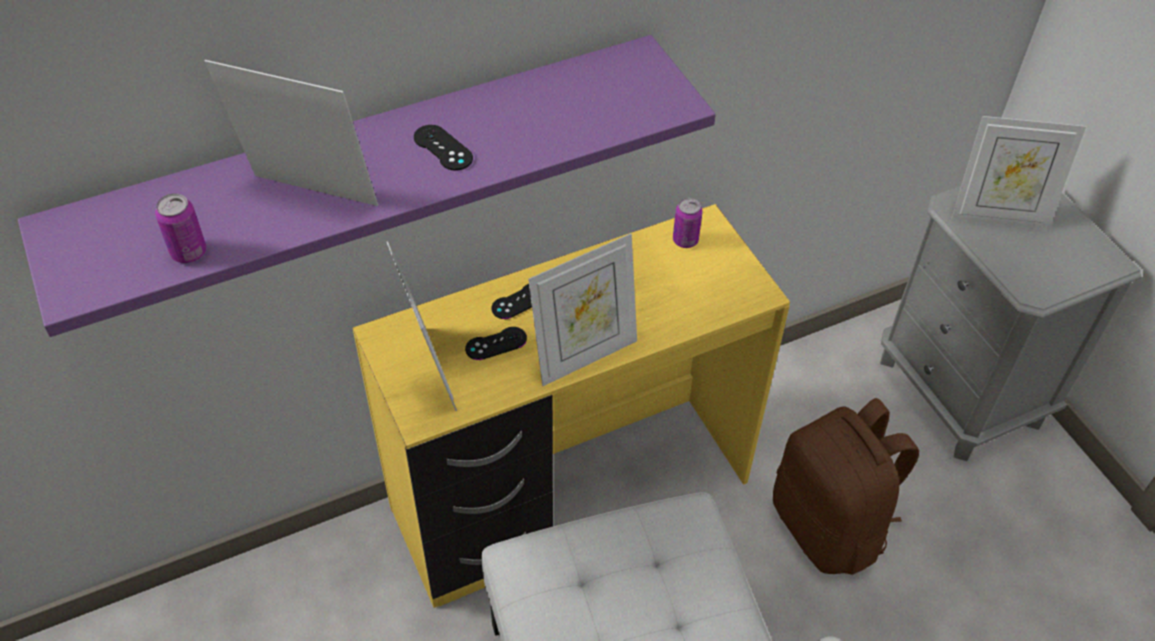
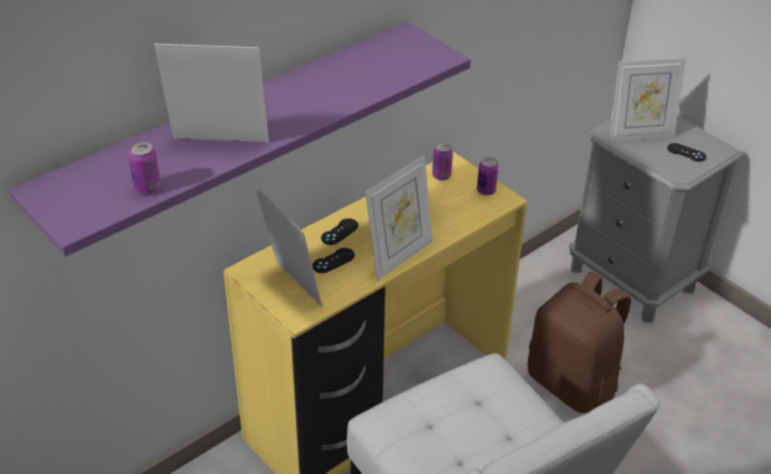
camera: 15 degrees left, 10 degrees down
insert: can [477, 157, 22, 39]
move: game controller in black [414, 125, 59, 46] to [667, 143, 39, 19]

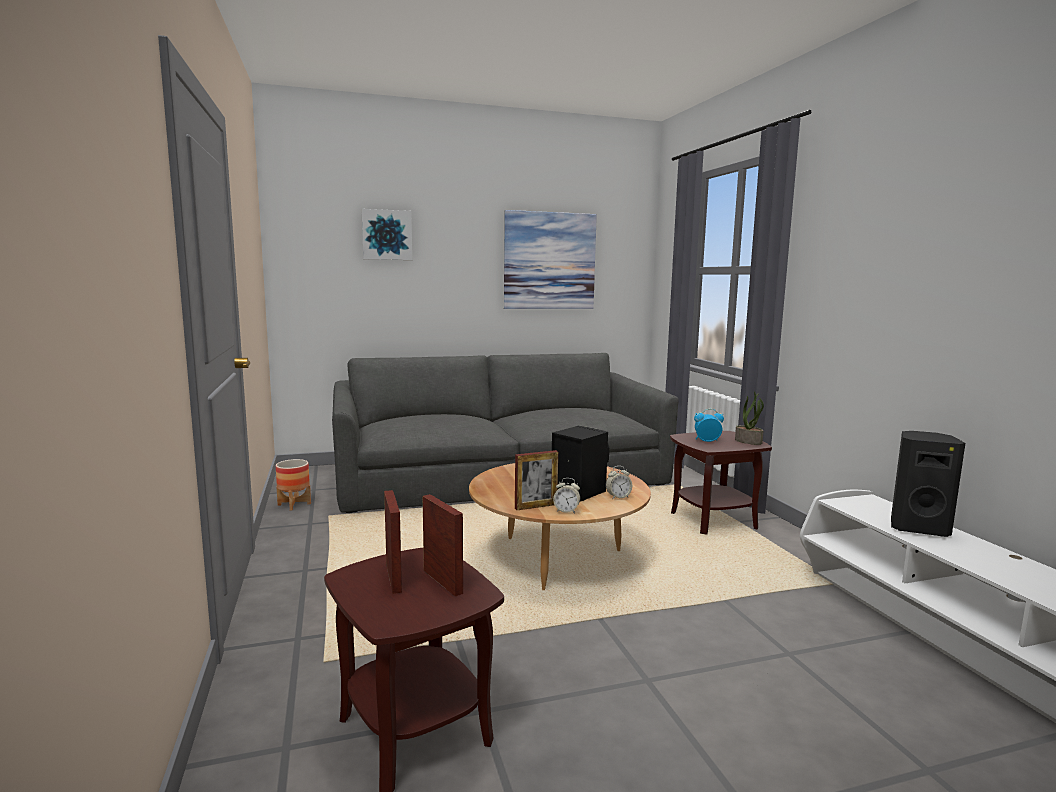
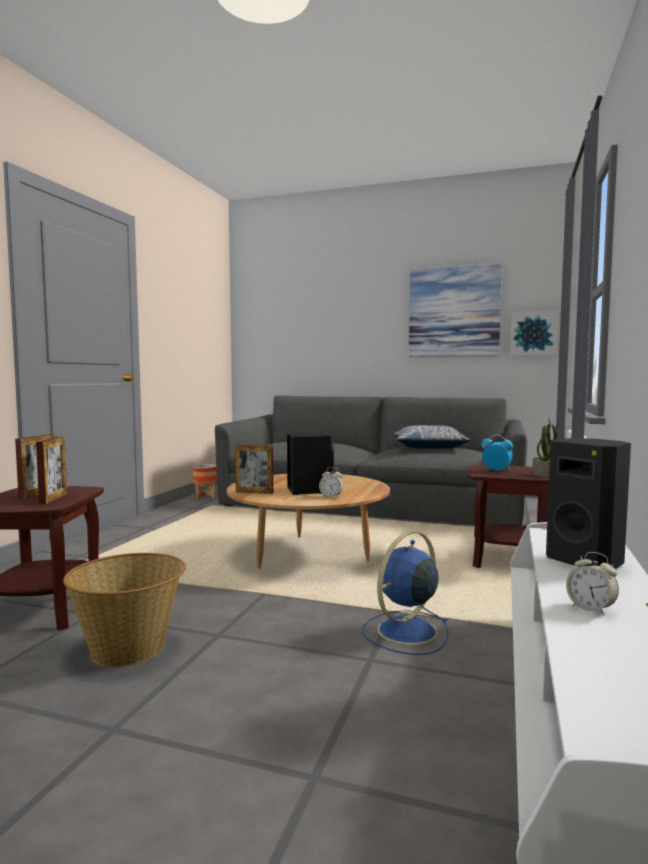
camera: 35 degrees right, 5 degrees down
insert: basket [63, 553, 123, 114]; fan in blue [362, 531, 86, 124]; pillow [394, 425, 77, 24]
move: picture [361, 209, 51, 51] to [510, 311, 48, 45]; alarm clock [553, 478, 27, 35] to [566, 552, 53, 64]

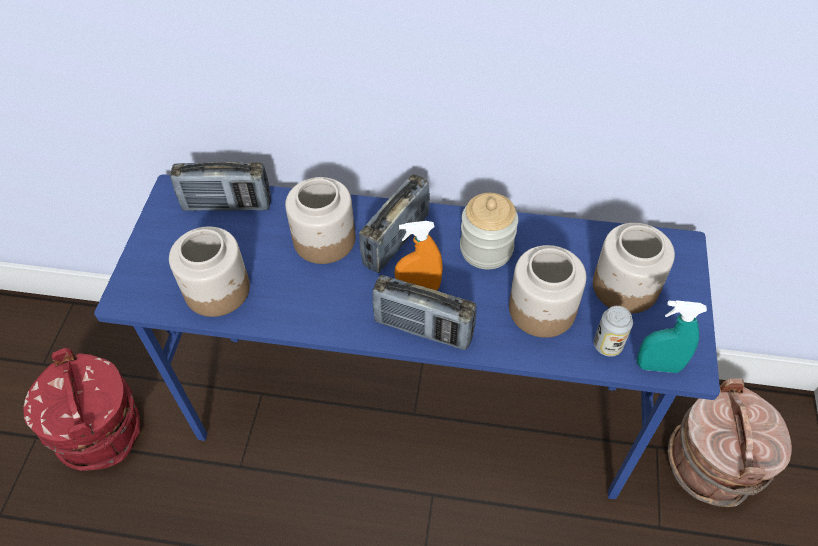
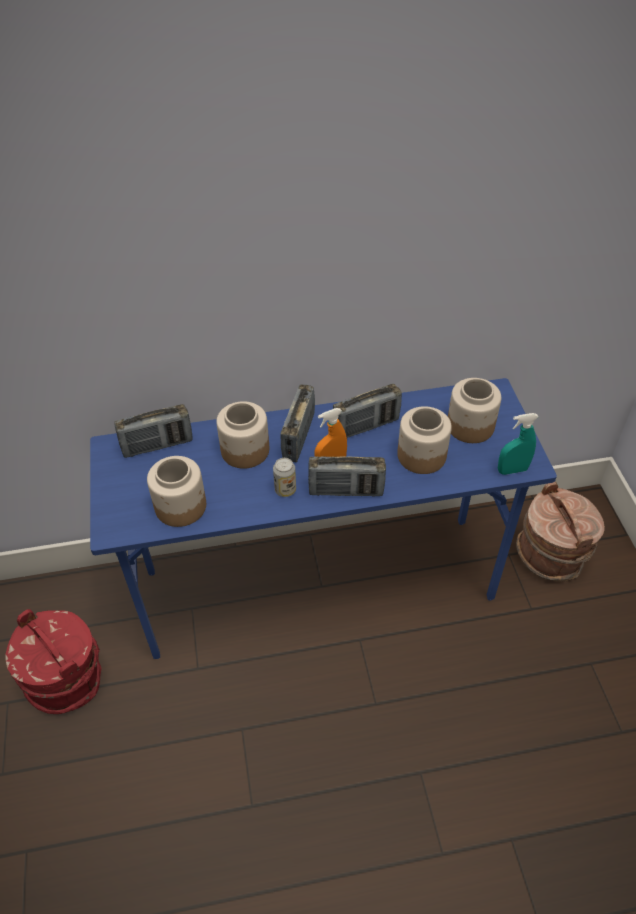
camera: 20 degrees left, 5 degrees down
move: can [594, 306, 39, 51] to [273, 458, 23, 39]
replace: jar [460, 193, 58, 77] to radio [333, 384, 69, 54]

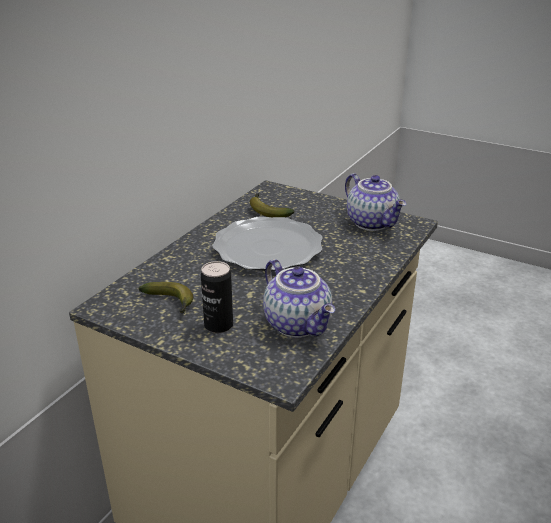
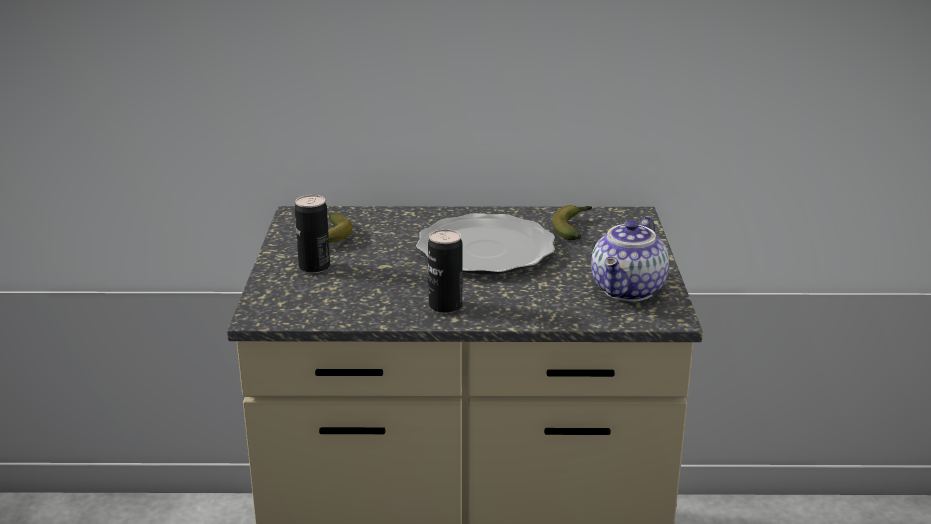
camera: 60 degrees right, 5 degrees down
delete: teapot [263, 259, 72, 79]
insert: can [428, 229, 34, 84]

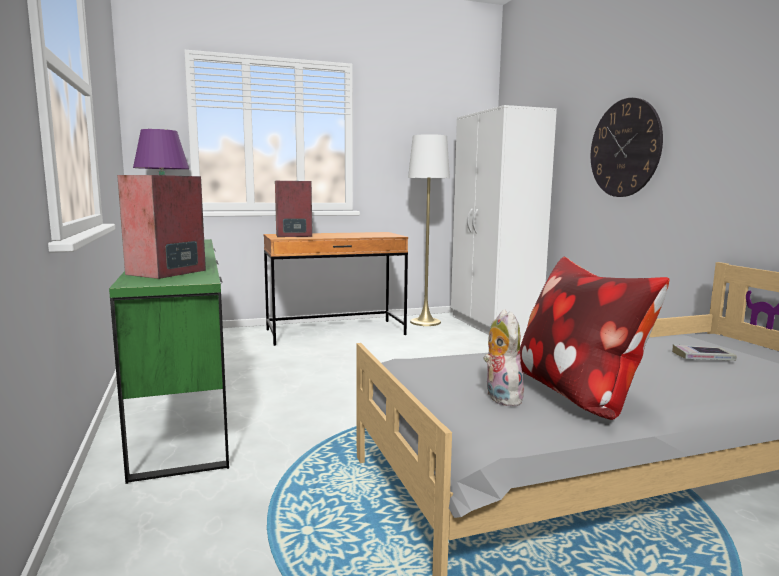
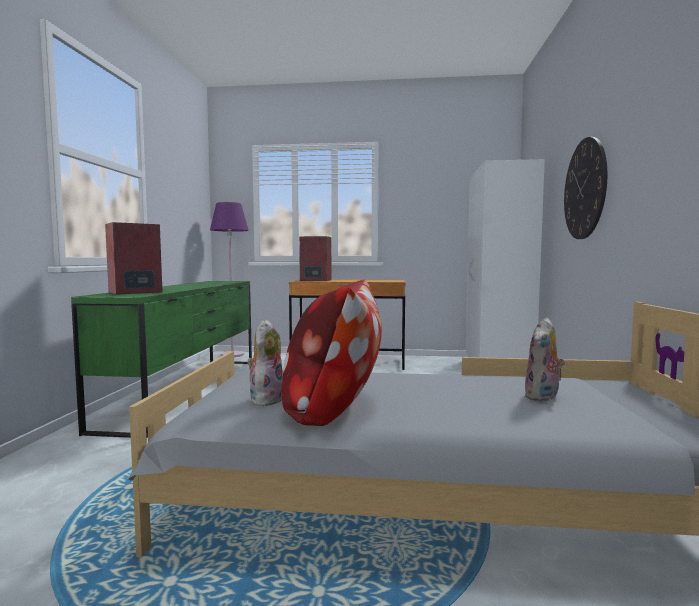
camera: 25 degrees right, 5 degrees down
delete: floor lamp in white [408, 134, 42, 192]
replace: book [672, 344, 64, 17] to plush toy [524, 318, 41, 84]

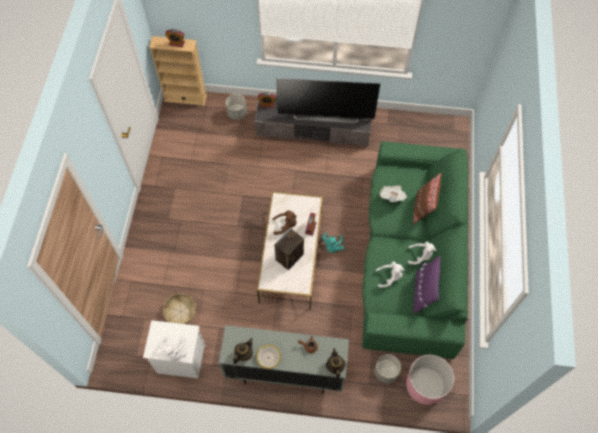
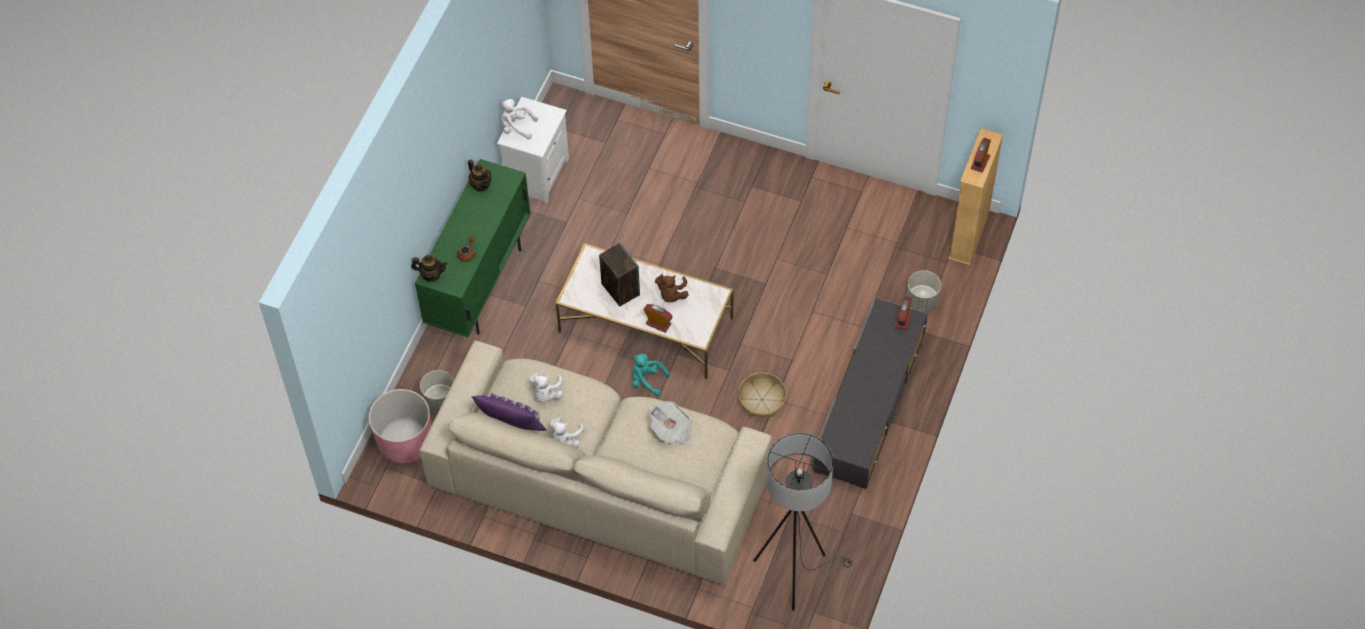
camera: 105 degrees right, 5 degrees down
delete: bowl [256, 345, 25, 24]; television [276, 78, 104, 45]; pillow in brown [413, 173, 29, 52]
insert: floor lamp in grey [753, 433, 99, 178]
move: basket [163, 293, 33, 31] to [738, 373, 49, 44]
recolor: cabinet in grey [219, 325, 130, 68] to cabinet in green [415, 159, 116, 178]; sofa in green [362, 141, 106, 218] to sofa in beige [419, 341, 353, 244]

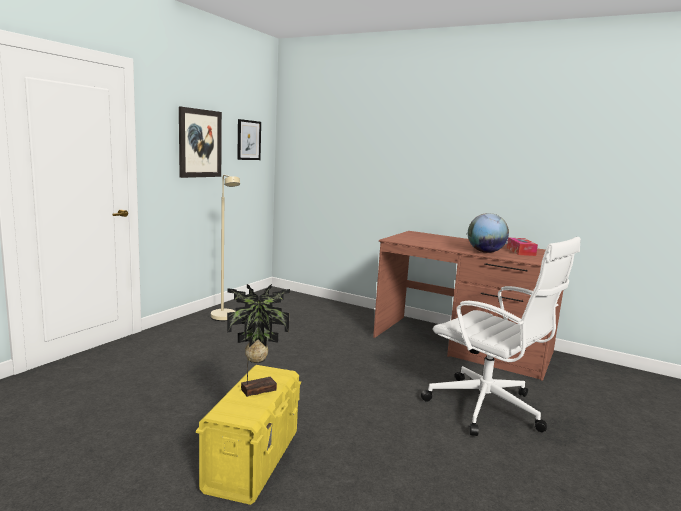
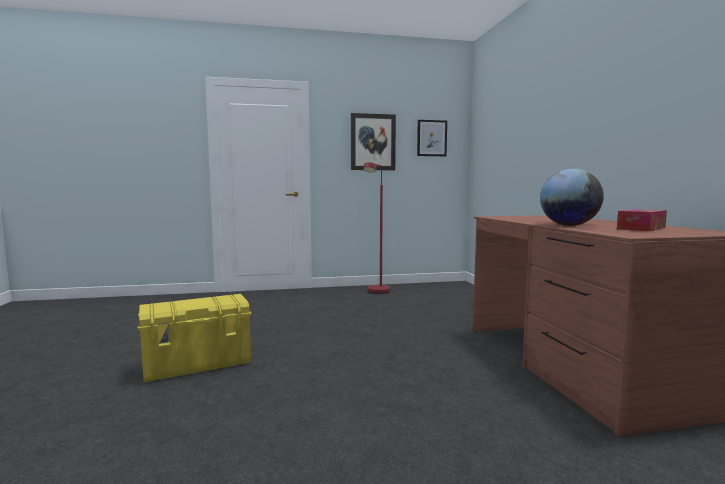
camera: 50 degrees right, 5 degrees down
delete: potted plant [227, 284, 63, 113]; office chair in white [421, 237, 160, 199]
recolor: floor lamp in beige [211, 175, 29, 146] to floor lamp in red [363, 162, 27, 132]

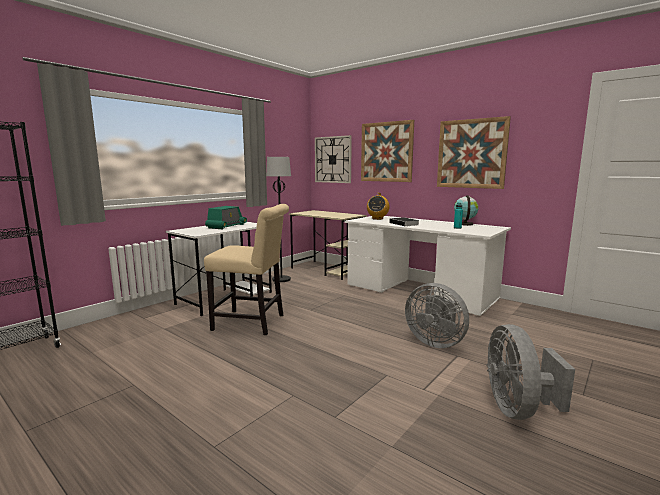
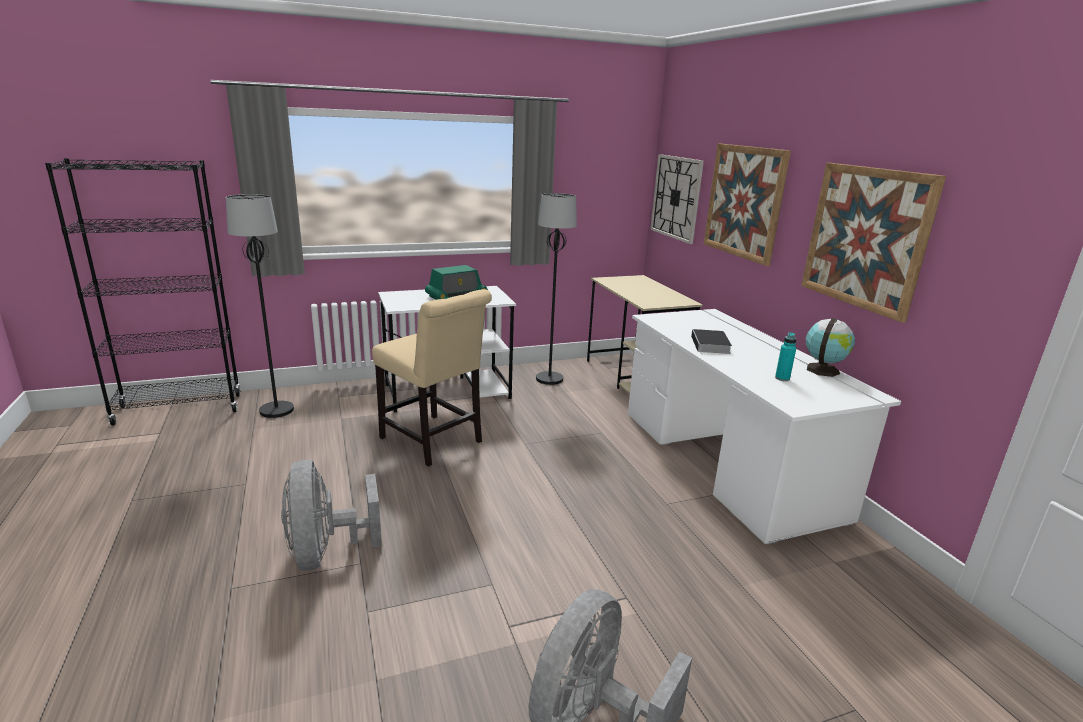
camera: 30 degrees right, 10 degrees up
delete: radio [367, 193, 22, 27]
insert: floor lamp in black [226, 194, 68, 224]
move: fan in grey [405, 283, 64, 65] to [281, 460, 101, 110]

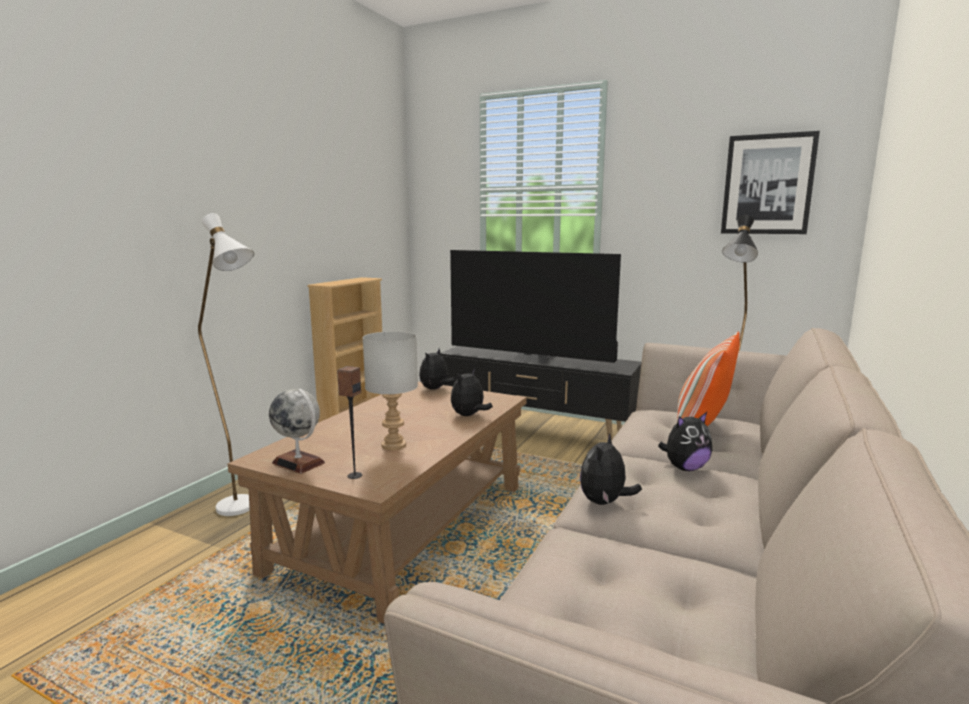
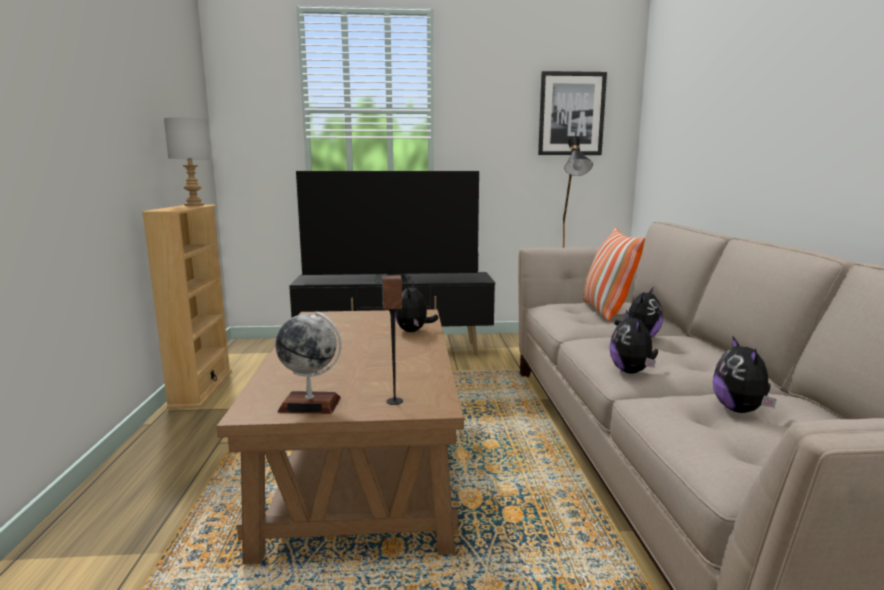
camera: 30 degrees left, 0 degrees up
delete: floor lamp in white [198, 213, 56, 303]
move: table lamp in grey [363, 331, 55, 119] to [164, 118, 46, 88]; plush toy [419, 349, 37, 41] to [713, 336, 64, 77]

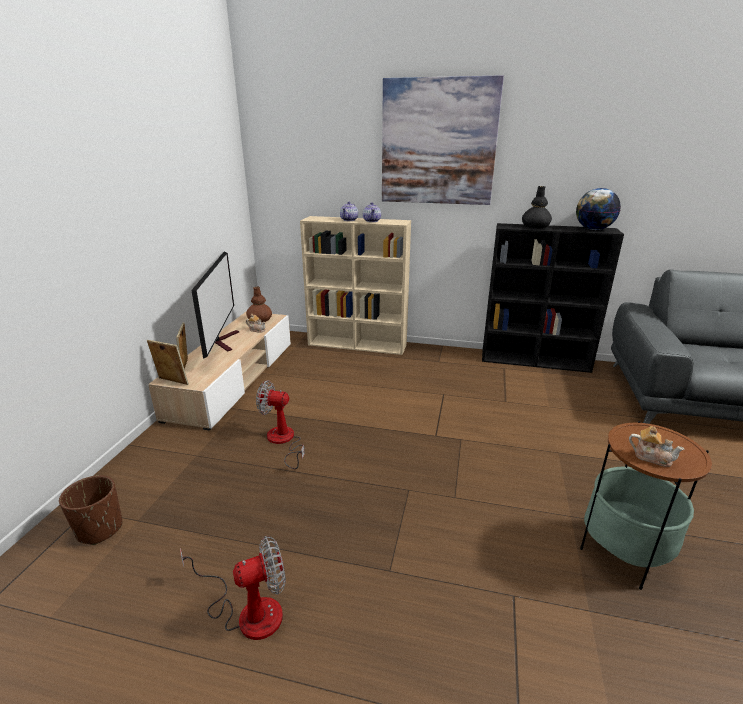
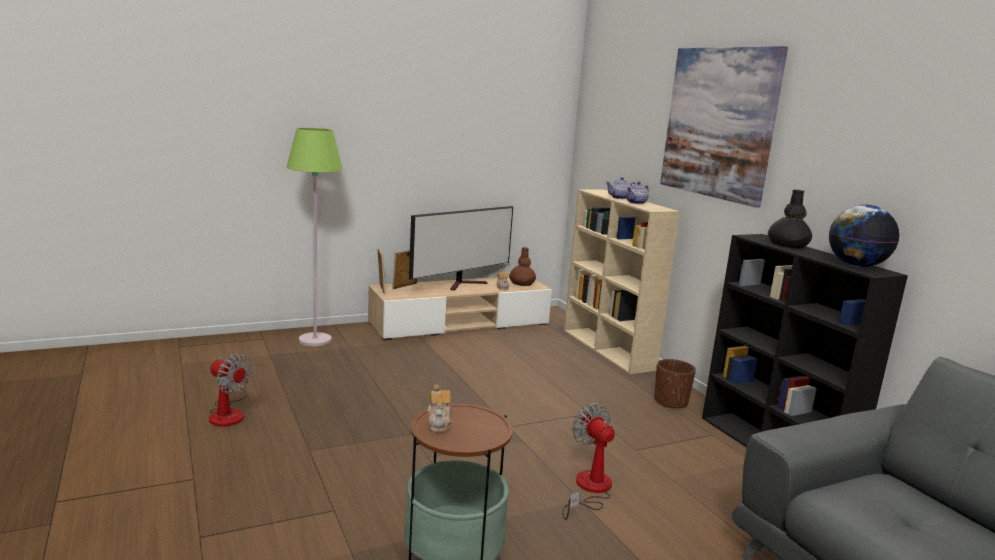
camera: 50 degrees right, 10 degrees down
insert: floor lamp in green [287, 128, 56, 218]
move: fan [256, 380, 49, 89] to [562, 403, 53, 117]; planter in brown [59, 475, 63, 70] to [654, 359, 42, 49]

